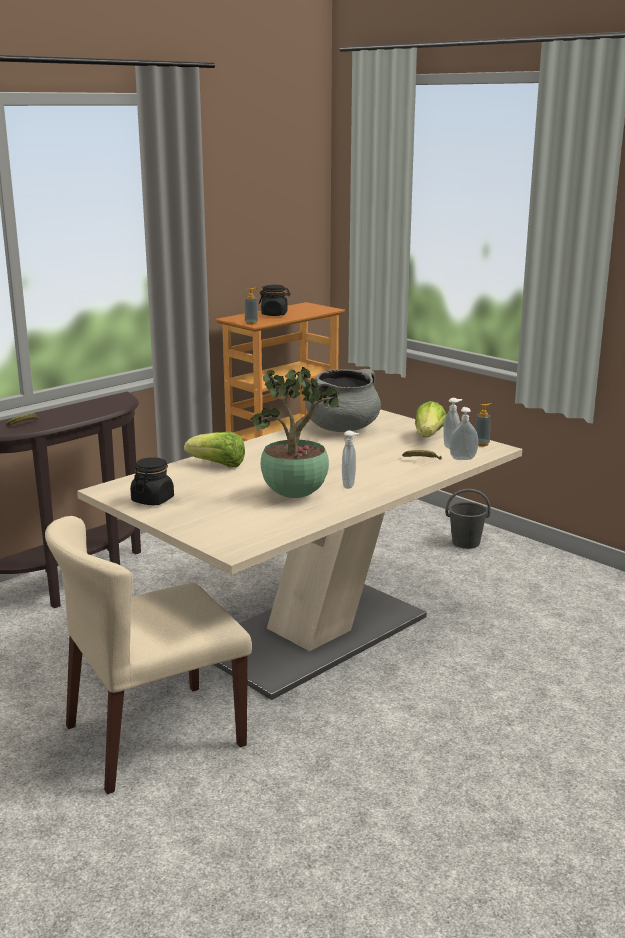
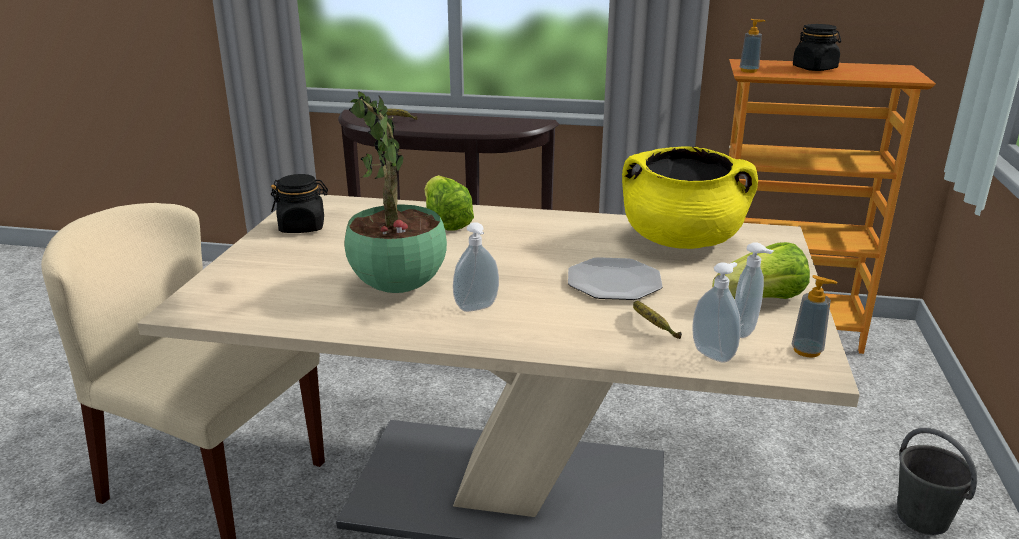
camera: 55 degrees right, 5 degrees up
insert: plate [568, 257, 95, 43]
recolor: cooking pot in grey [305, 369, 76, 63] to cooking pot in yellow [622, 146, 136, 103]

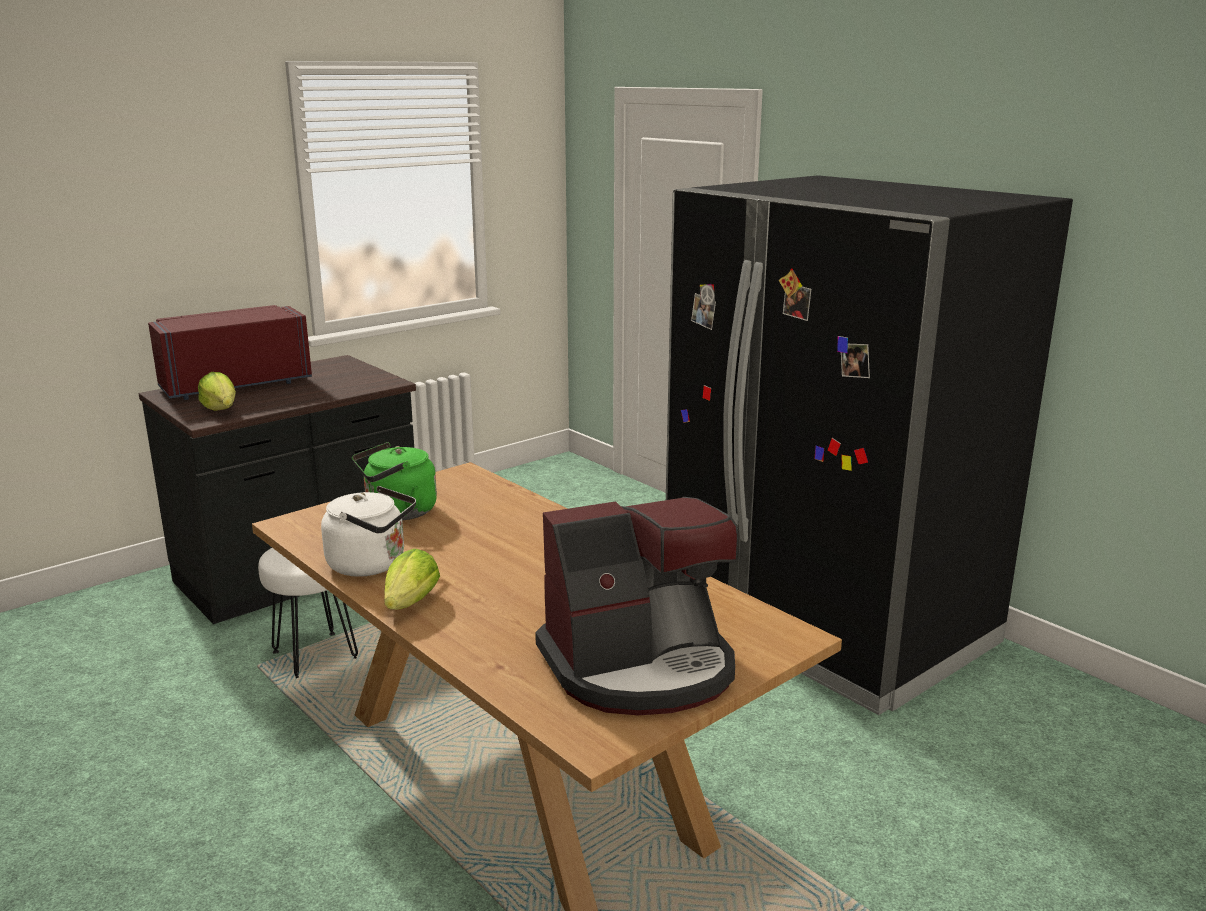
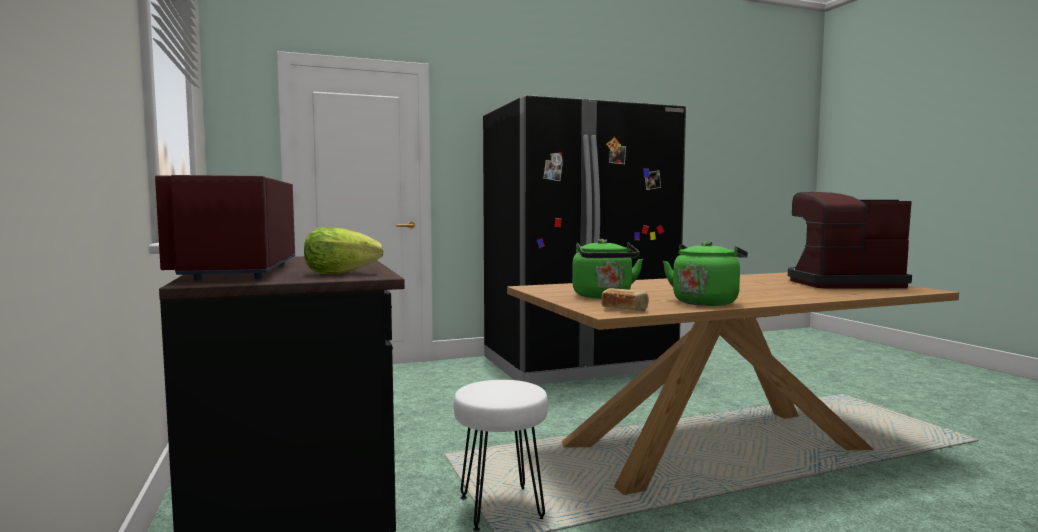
camera: 70 degrees left, 15 degrees down
delete: lettuce [384, 549, 56, 61]
insert: bread [601, 288, 48, 23]
recolor: kettle in white [321, 486, 95, 91] to kettle in green [663, 241, 85, 65]
rotate: coffee machine [535, 497, 203, 218] = [788, 192, 124, 97] 90 degrees counterclockwise

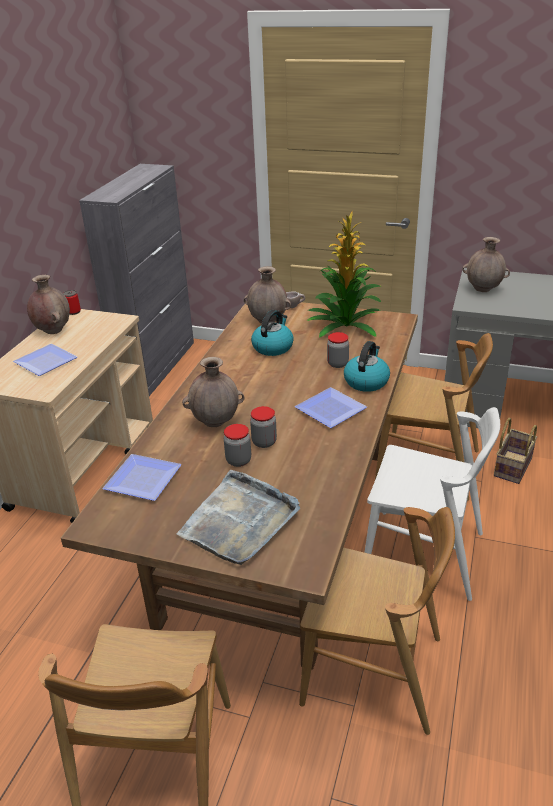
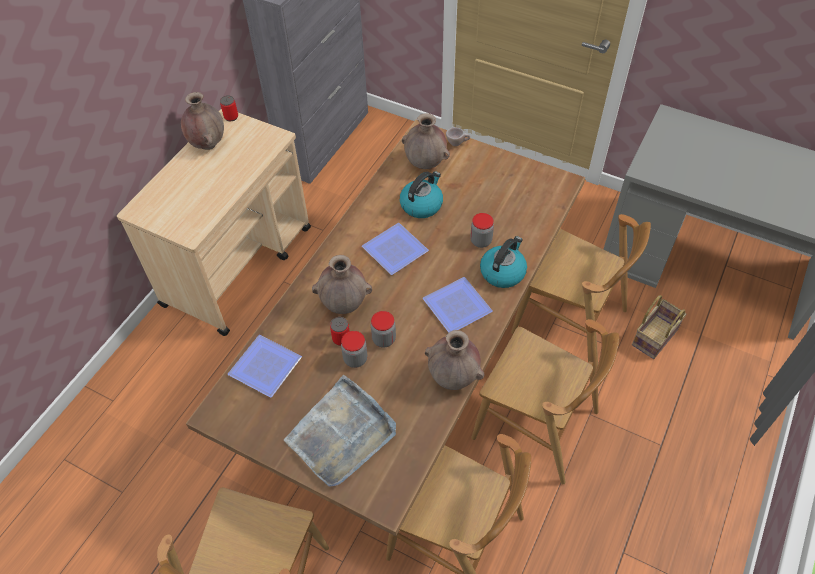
camera: 10 degrees right, 20 degrees up
delete: potted plant [306, 211, 76, 127]
insert: can [330, 317, 20, 29]
move: plate [13, 344, 64, 32] to [362, 223, 67, 52]; vase in brown [462, 237, 48, 55] to [425, 330, 60, 60]
recolor: chair in white [365, 407, 135, 194] to chair in brown [471, 319, 148, 165]

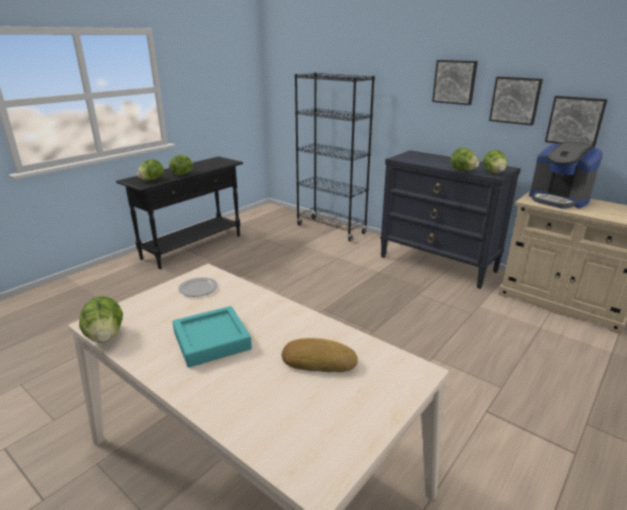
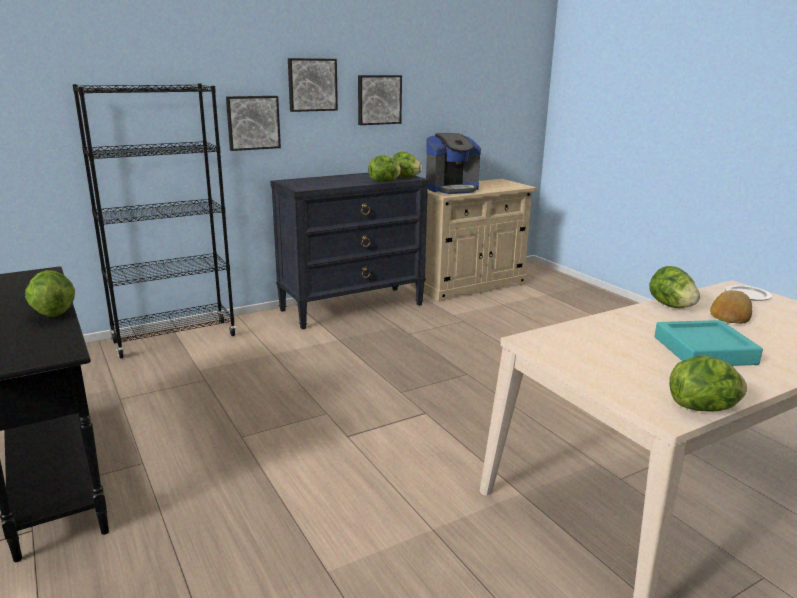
camera: 70 degrees left, 5 degrees down
move: picture [545, 96, 63, 52] to [226, 96, 55, 55]; lettuce [137, 159, 27, 22] to [649, 266, 51, 42]; plate [178, 277, 40, 20] to [725, 285, 47, 15]

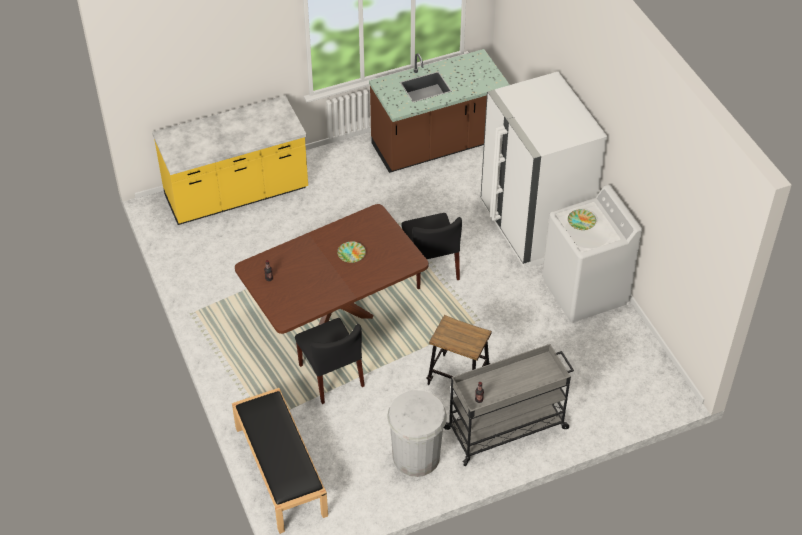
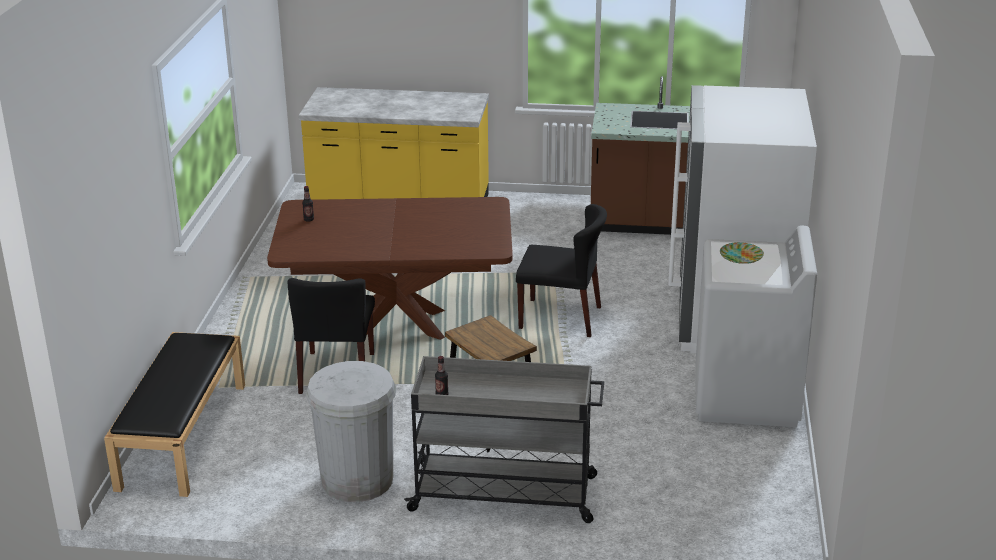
camera: 30 degrees right, 20 degrees down
delete: plate [337, 241, 29, 22]
rotate: chair in black [401, 213, 61, 76] = [516, 204, 91, 133] 90 degrees counterclockwise

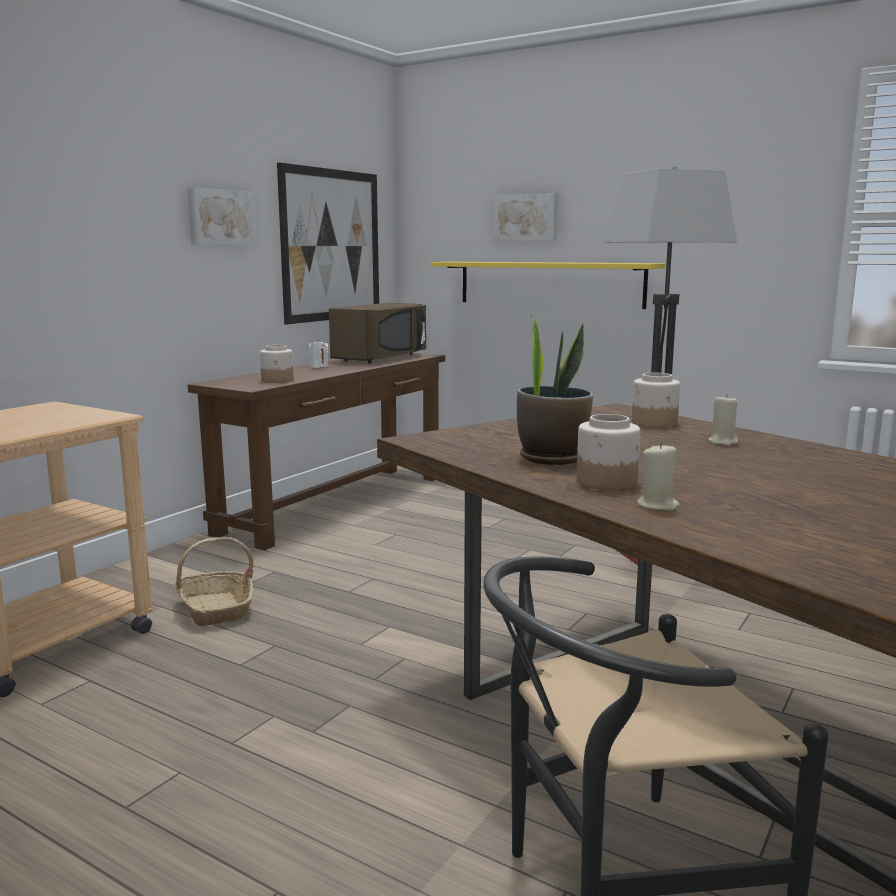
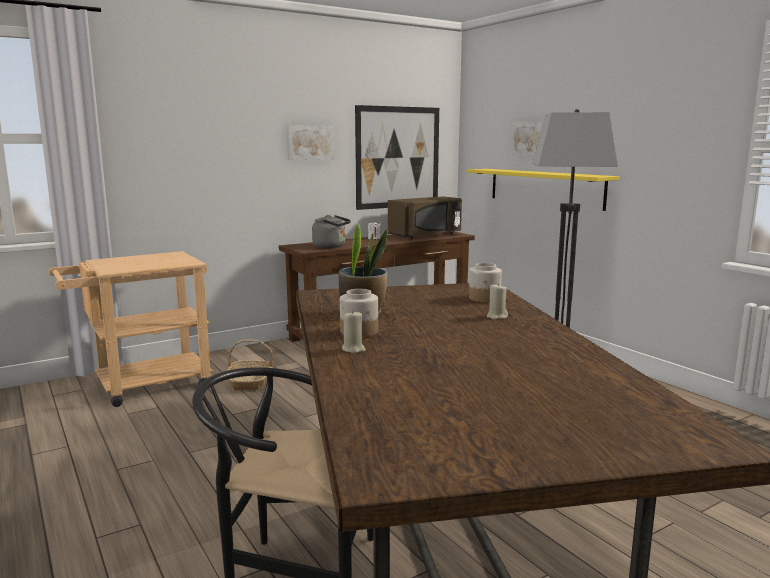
camera: 25 degrees right, 0 degrees up
replace: jar [260, 345, 34, 38] to kettle in grey [312, 215, 39, 33]

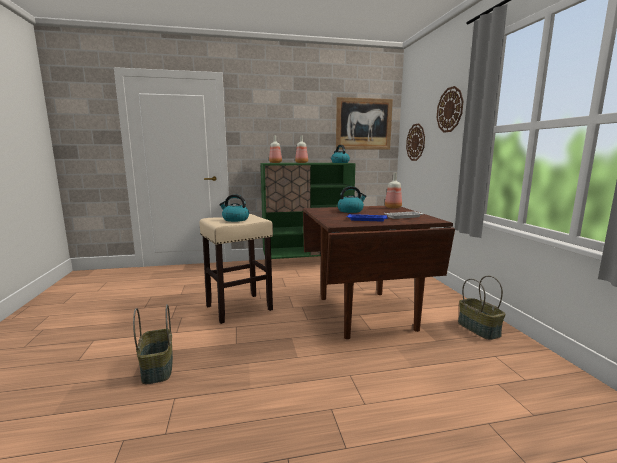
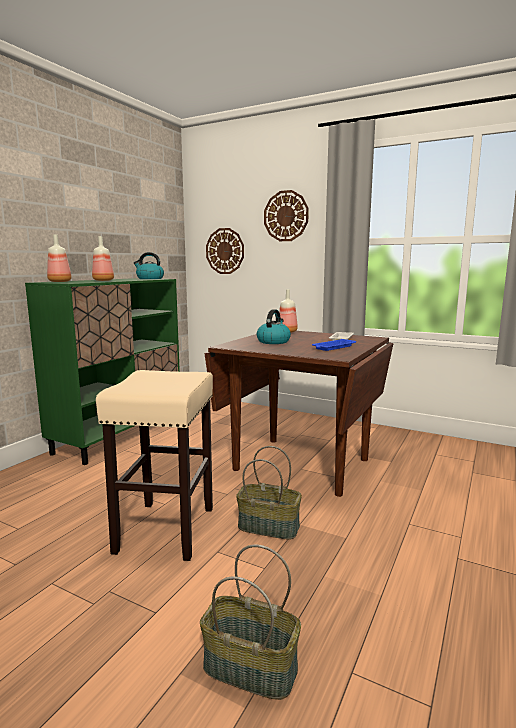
camera: 50 degrees left, 0 degrees up
delete: kettle [219, 194, 30, 28]; picture [336, 97, 57, 53]
move: basket [458, 276, 48, 64] to [236, 446, 66, 94]

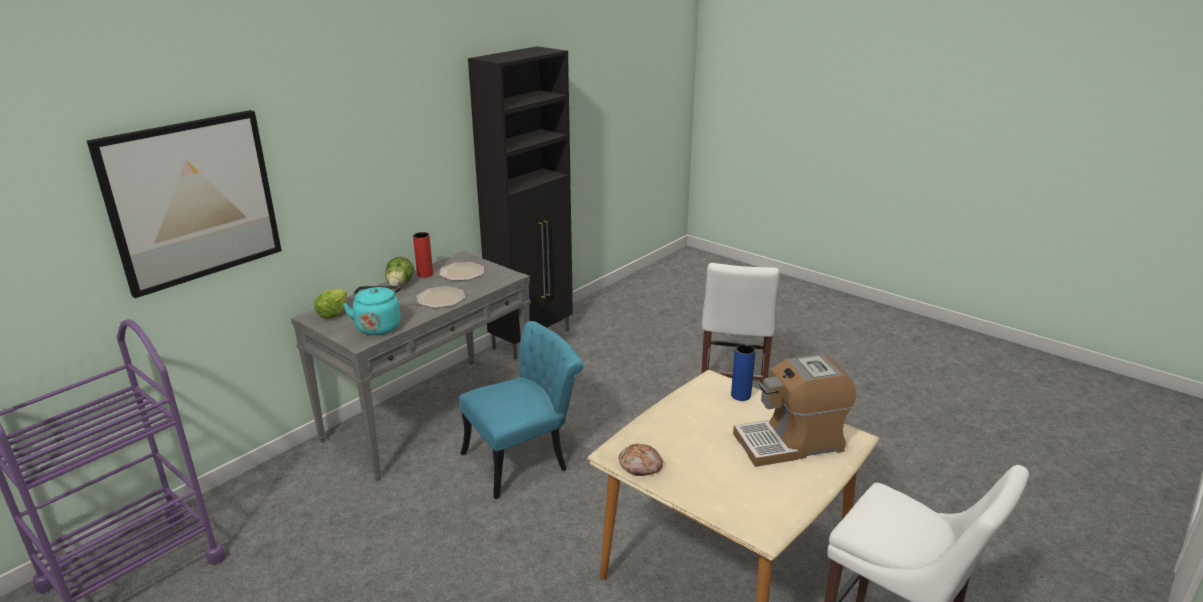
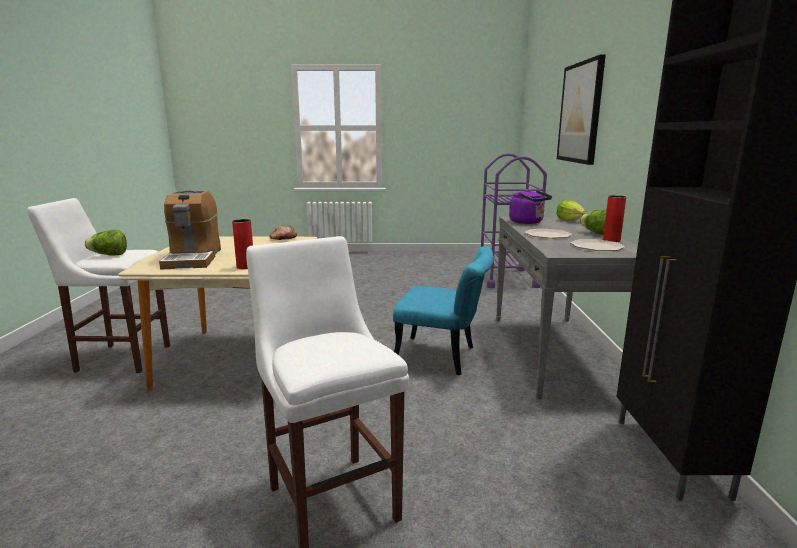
camera: 140 degrees right, 10 degrees down
insert: lettuce [85, 230, 42, 26]
recolor: vase in blue [731, 344, 25, 57] to vase in red [232, 219, 21, 50]; kettle in turquoise [343, 286, 58, 49] to kettle in purple [509, 189, 43, 35]
rotate: coffee machine [733, 354, 123, 113] = [159, 190, 62, 79] 135 degrees clockwise; chair in turquoise [459, 321, 124, 178] = [393, 246, 101, 129] 90 degrees counterclockwise

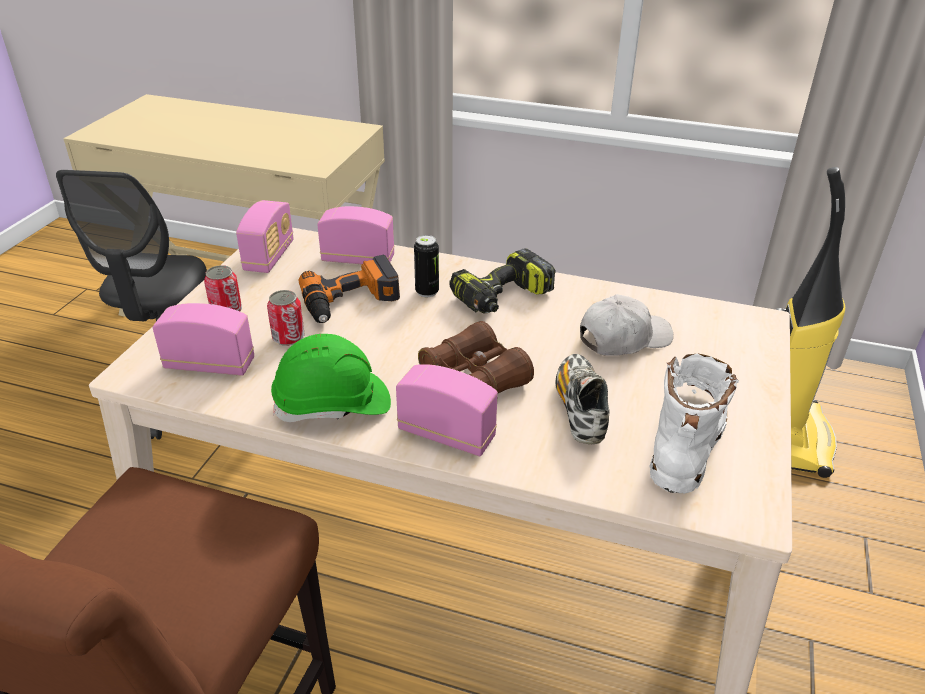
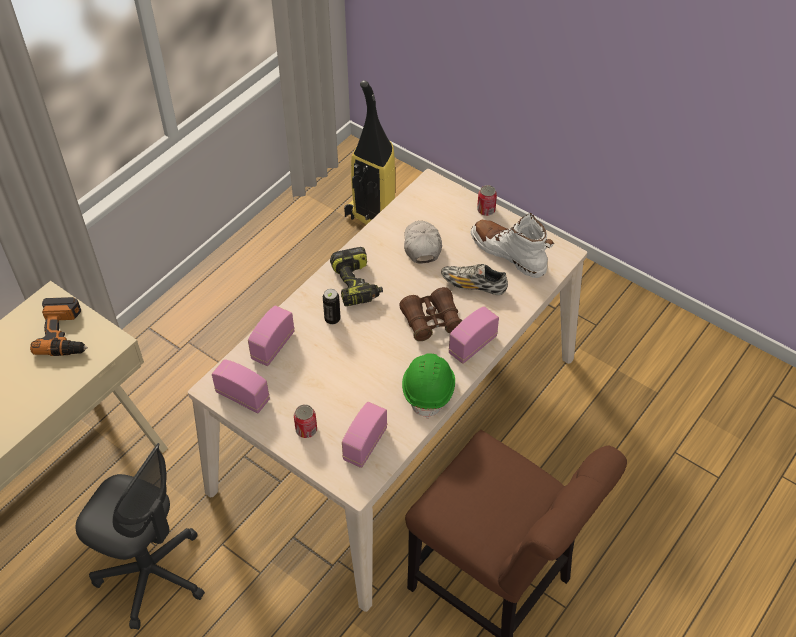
camera: 70 degrees left, 15 degrees up
move: power drill [299, 255, 101, 68] to [30, 297, 58, 59]; can [267, 290, 38, 56] to [477, 185, 20, 31]

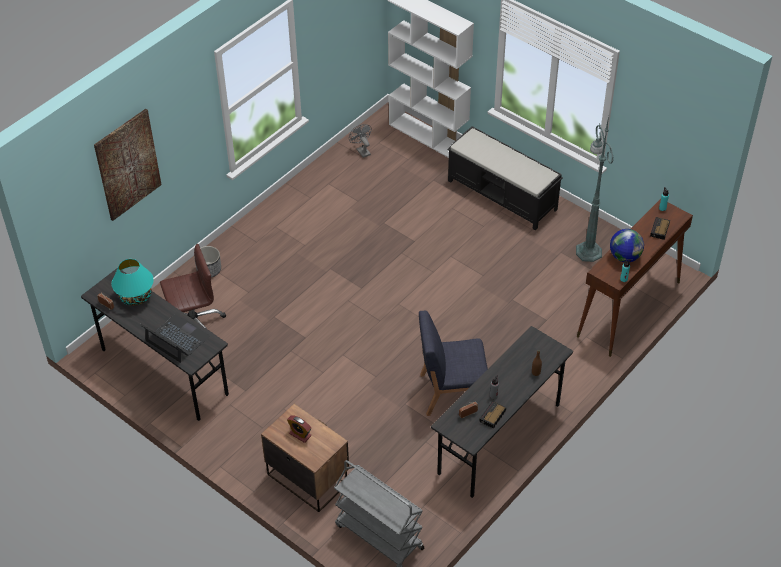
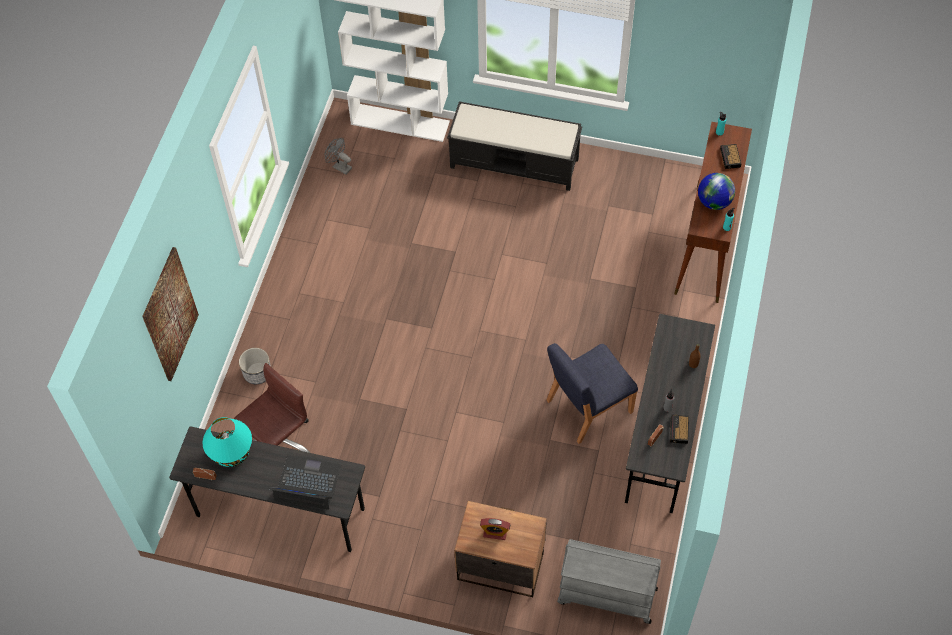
camera: 25 degrees left, 10 degrees up
delete: floor lamp in green [576, 116, 37, 146]

